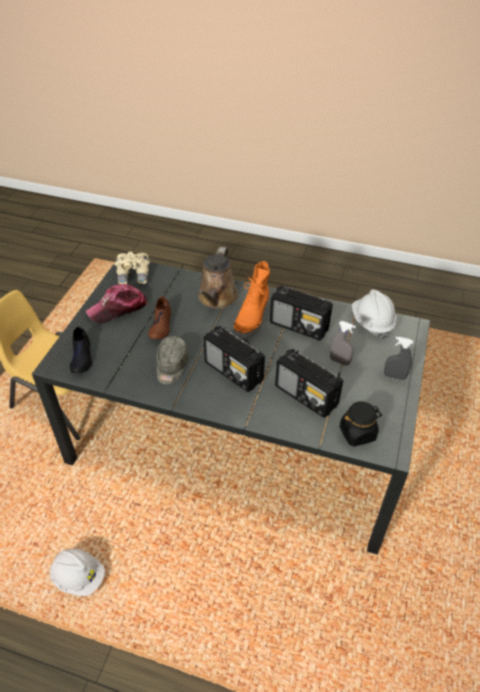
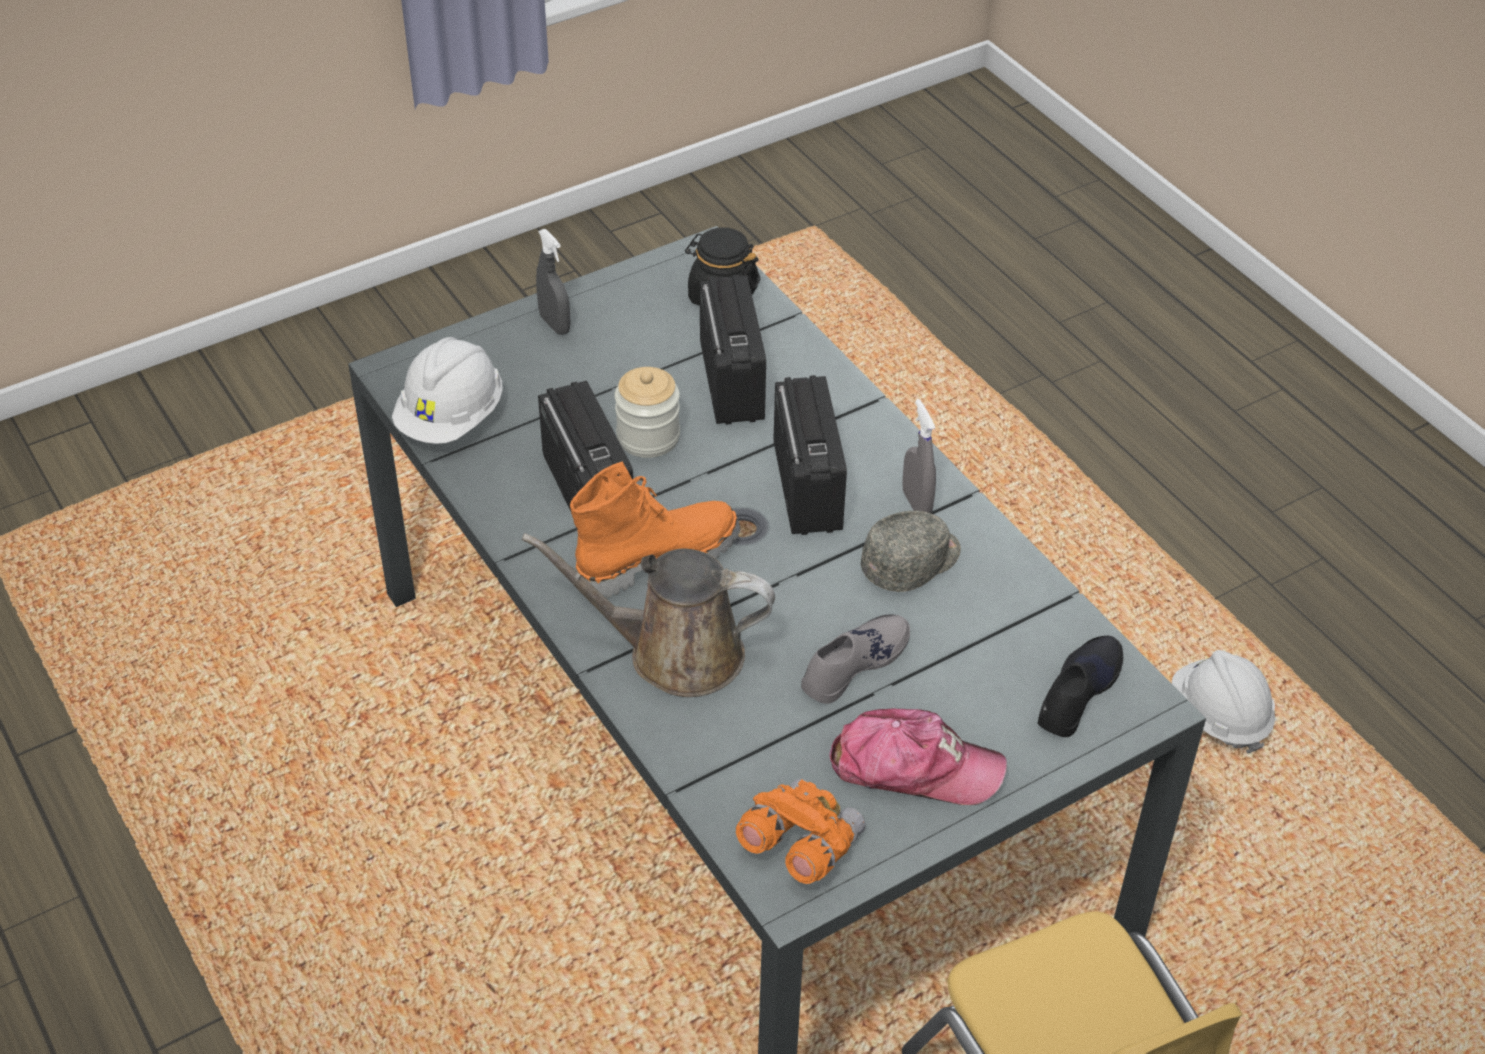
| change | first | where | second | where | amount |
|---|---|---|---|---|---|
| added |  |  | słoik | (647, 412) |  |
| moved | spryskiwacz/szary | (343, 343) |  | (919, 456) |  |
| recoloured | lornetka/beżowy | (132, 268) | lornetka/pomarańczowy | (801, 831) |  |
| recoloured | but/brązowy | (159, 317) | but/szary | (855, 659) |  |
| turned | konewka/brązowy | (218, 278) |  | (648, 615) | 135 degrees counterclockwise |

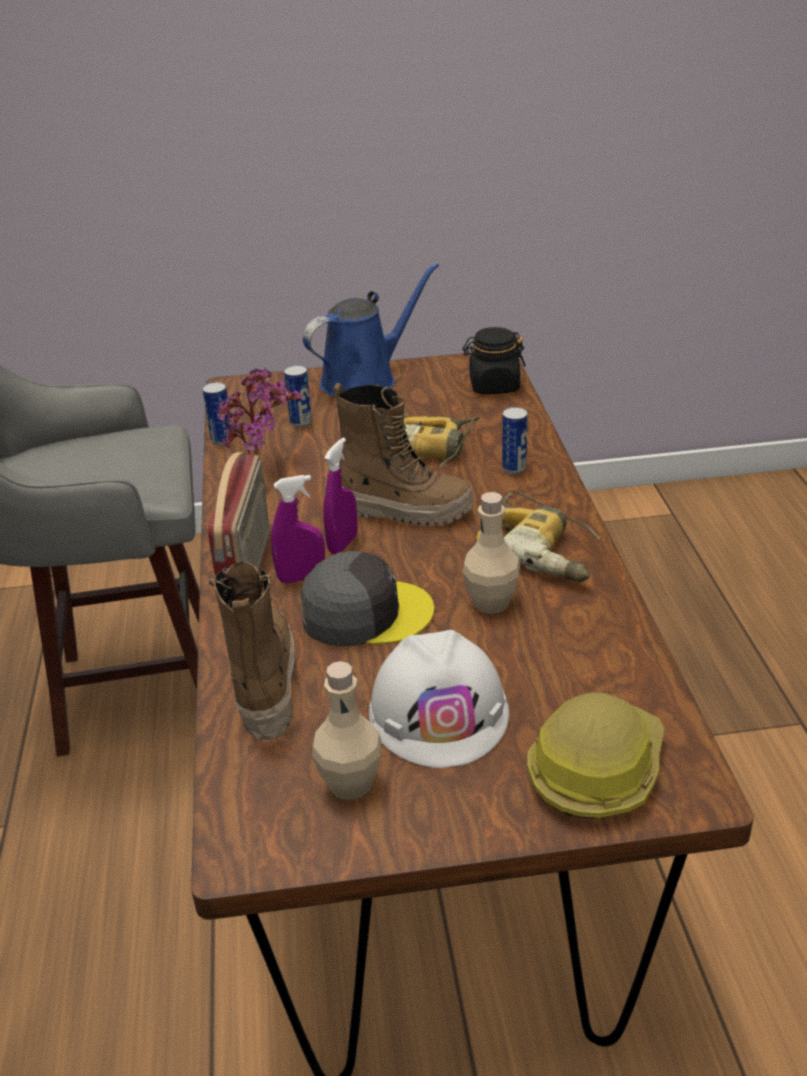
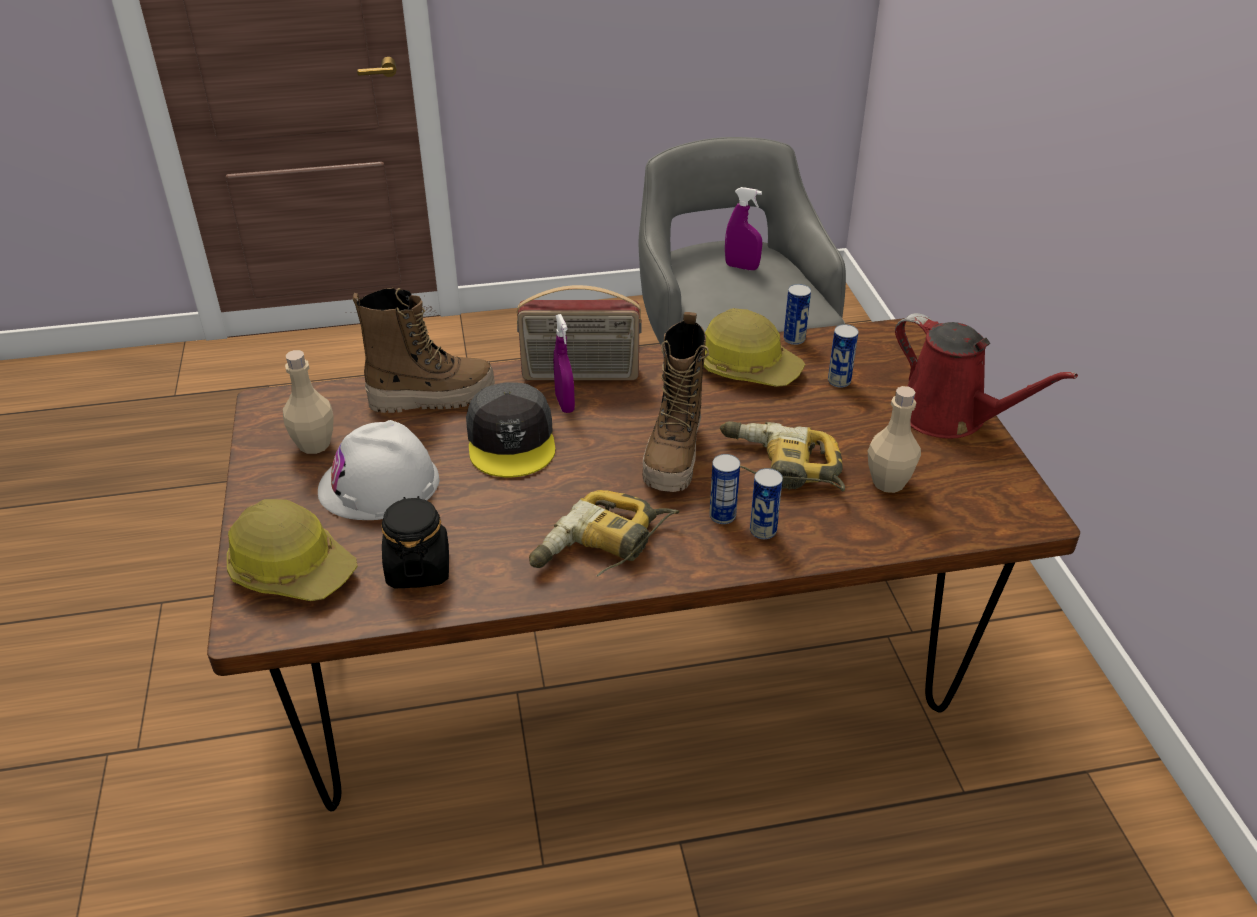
| change | first | where | second | where | amount |
|---|---|---|---|---|---|
| added |  |  | puszka | (724, 489) |  |
| moved | spryskiwacz/fioletowy | (340, 496) |  | (743, 228) |  |
| moved | butelka/beżowy | (491, 553) |  | (894, 439) |  |
| moved | słoik/czarny | (494, 360) |  | (415, 542) |  |
| replaced | roślina doniczkowa | (259, 411) | kask | (754, 347) |  |
| recoloured | konewka/niebieski | (371, 330) | konewka/czerwony | (986, 375) |  |

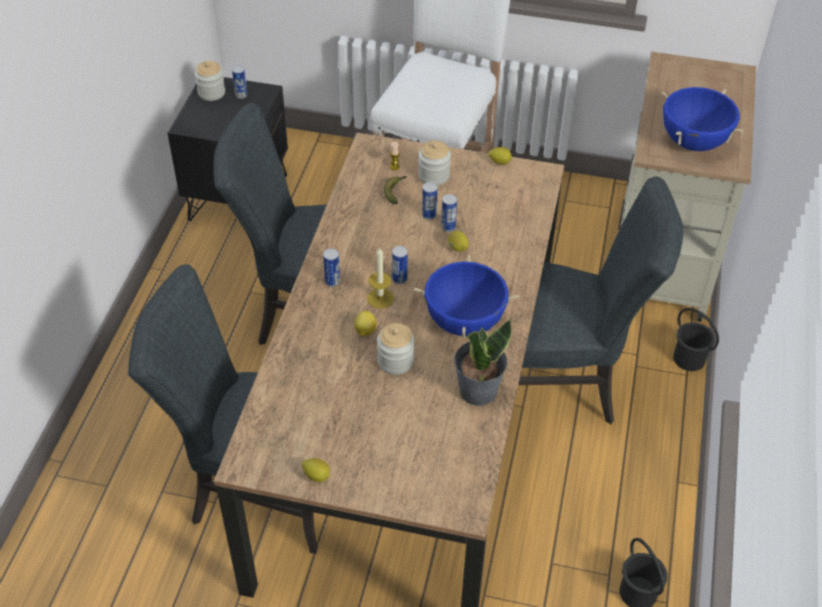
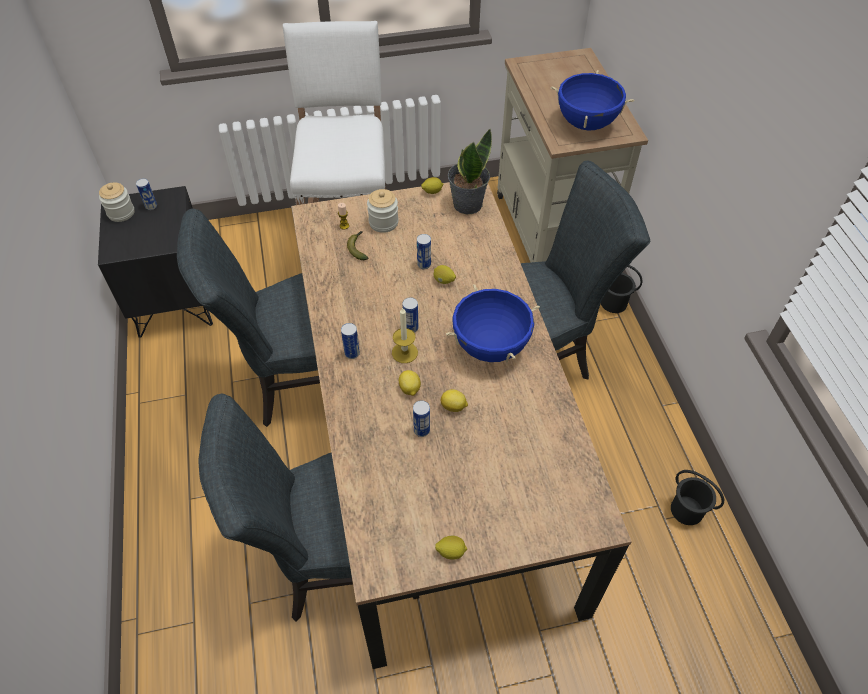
| change | first | where | second | where | amount |
|---|---|---|---|---|---|
| moved | puszka | (429, 201) |  | (421, 418) |  |
| moved | roślina doniczkowa | (483, 362) |  | (470, 171) |  |
| replaced | słoik | (396, 349) | cytryna | (454, 400) |  |

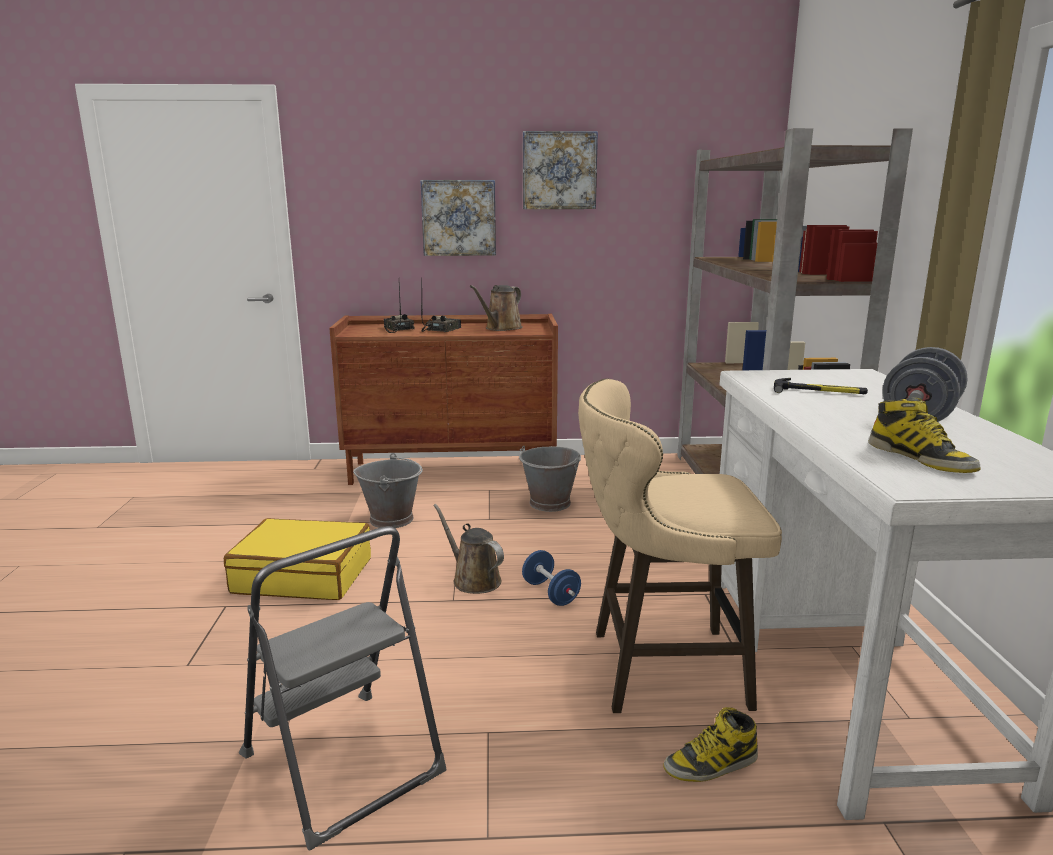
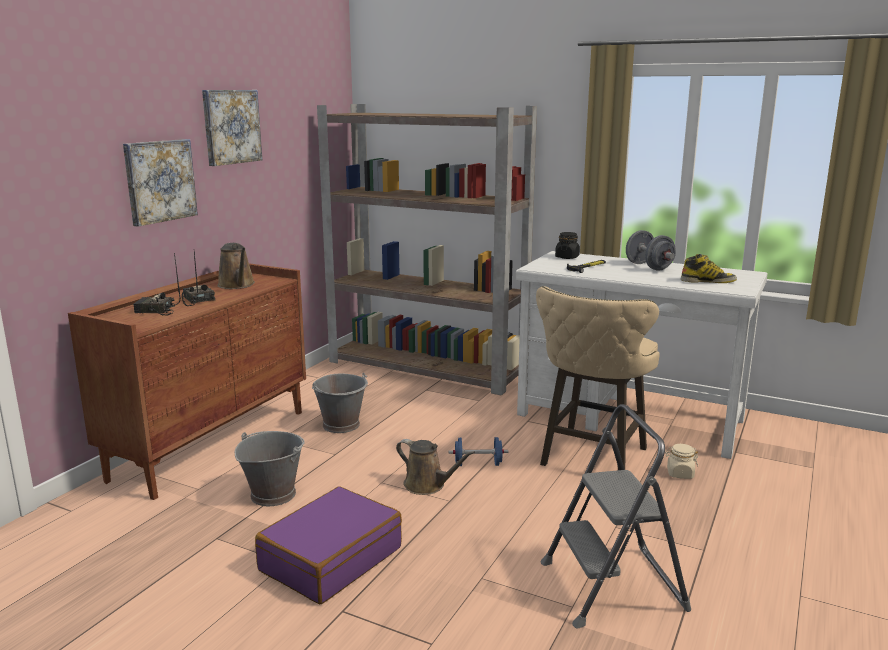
| change | first | where | second | where | amount |
|---|---|---|---|---|---|
| added |  |  | słoik/czarny | (567, 245) |  |
| replaced | but z cholewką | (710, 744) | słoik/beżowy | (681, 461) |  |
| recoloured | walizka/żółty | (297, 559) | walizka/fioletowy | (328, 545) |  |
| turned | konewka/brązowy | (468, 549) |  | (435, 467) | 135 degrees counterclockwise |

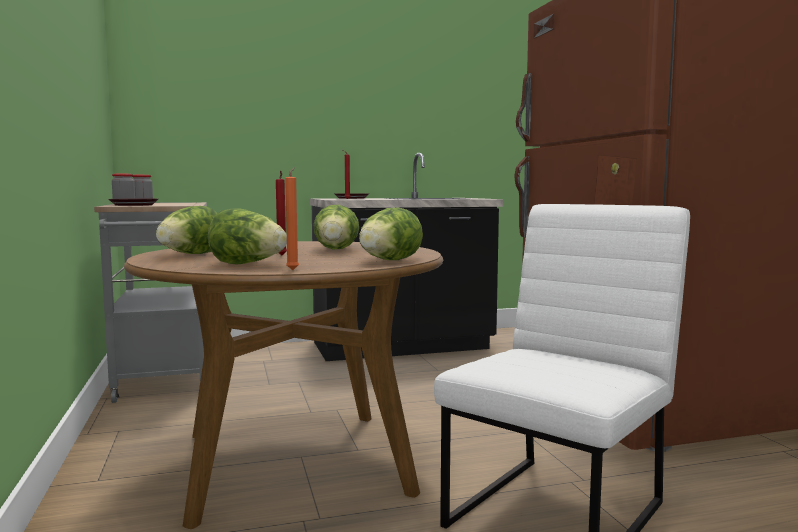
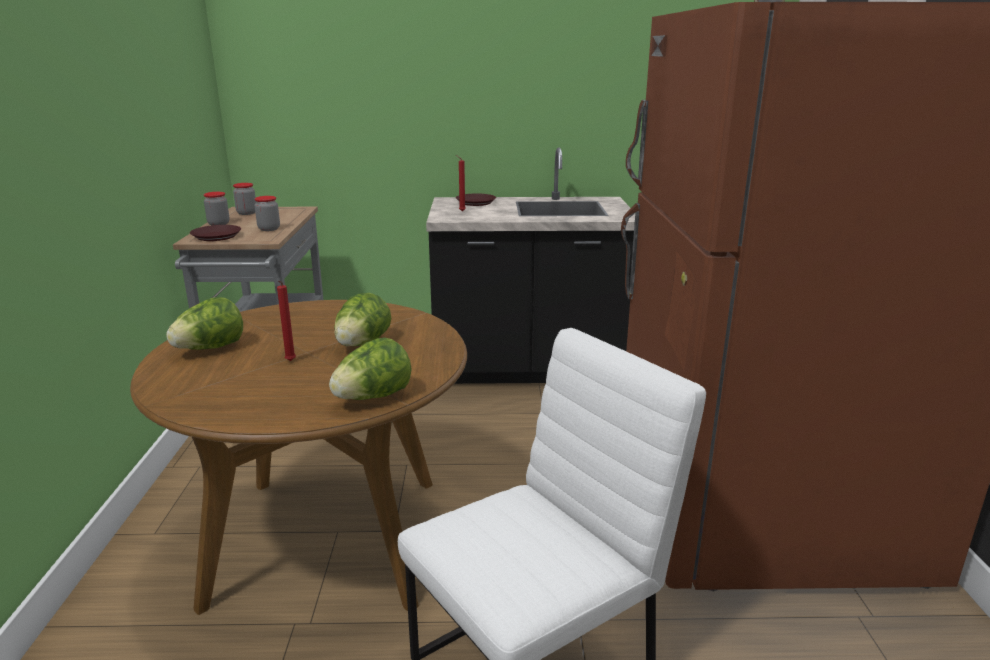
| change | first | where | second | where | amount |
|---|---|---|---|---|---|
| removed | sałata | (247, 236) |  |  |  |
| removed | świeca/pomarańczowy | (292, 218) |  |  |  |
| added |  |  | słoik | (267, 213) |  |

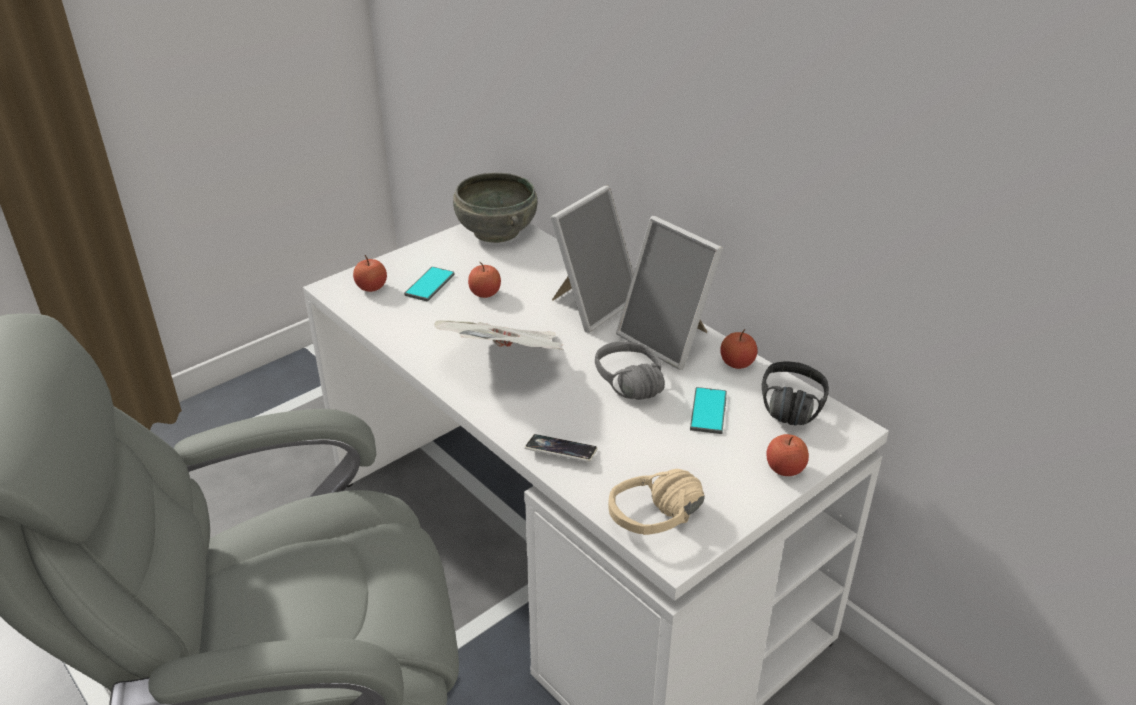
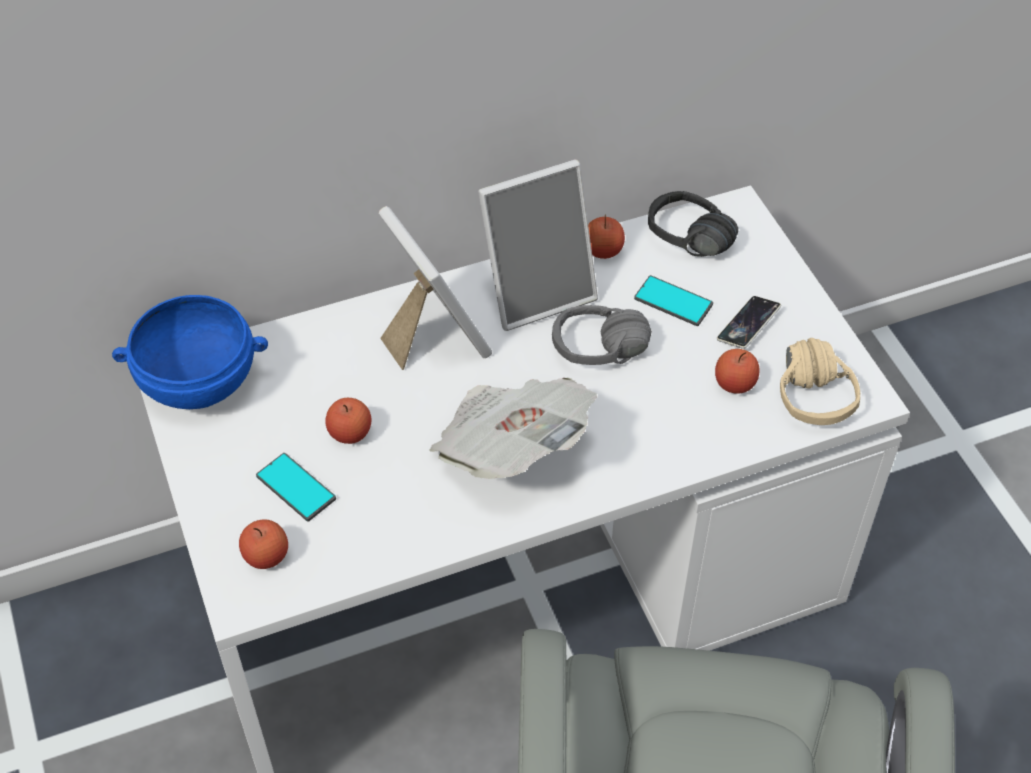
| change | first | where | second | where | amount |
|---|---|---|---|---|---|
| moved | telefon | (561, 448) |  | (749, 322) |  |
| moved | jabłko | (787, 455) |  | (737, 371) |  |
| recoloured | miska/szary | (495, 208) | miska/niebieski | (190, 352) |  |

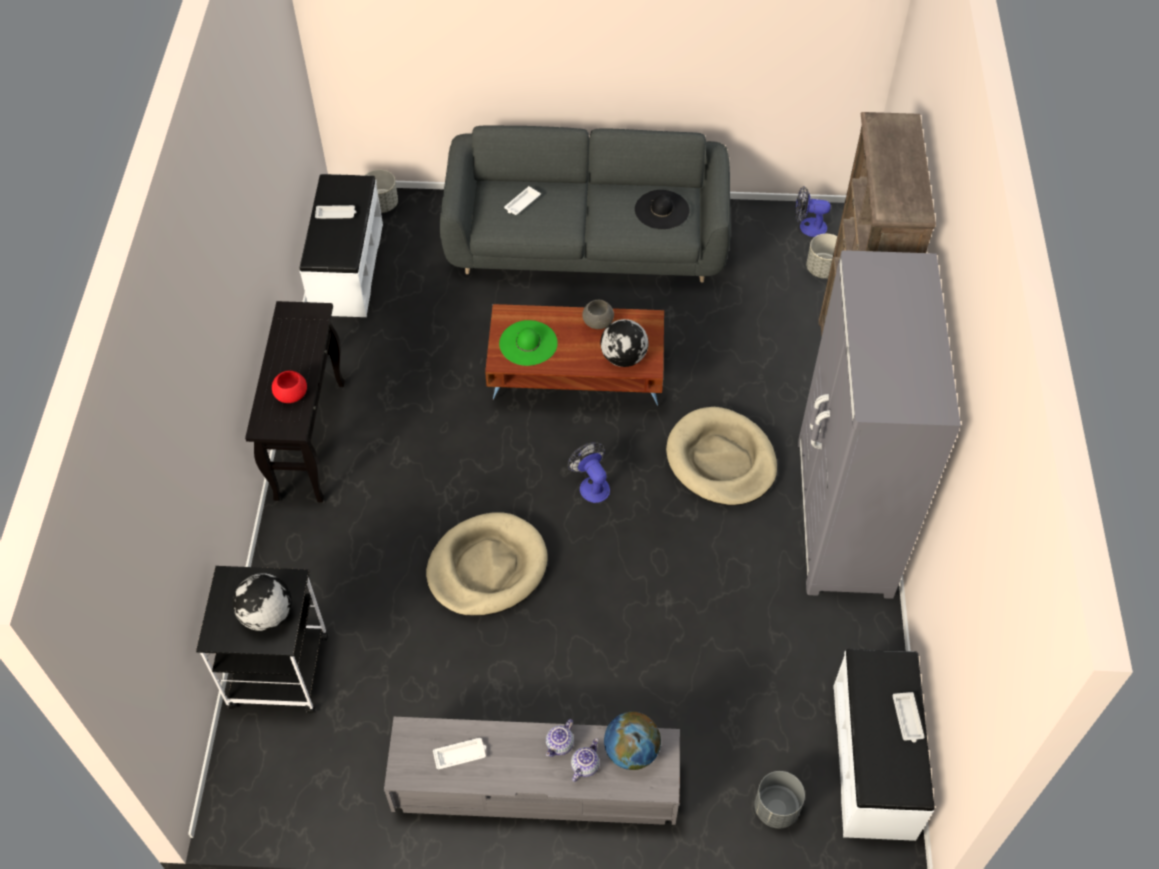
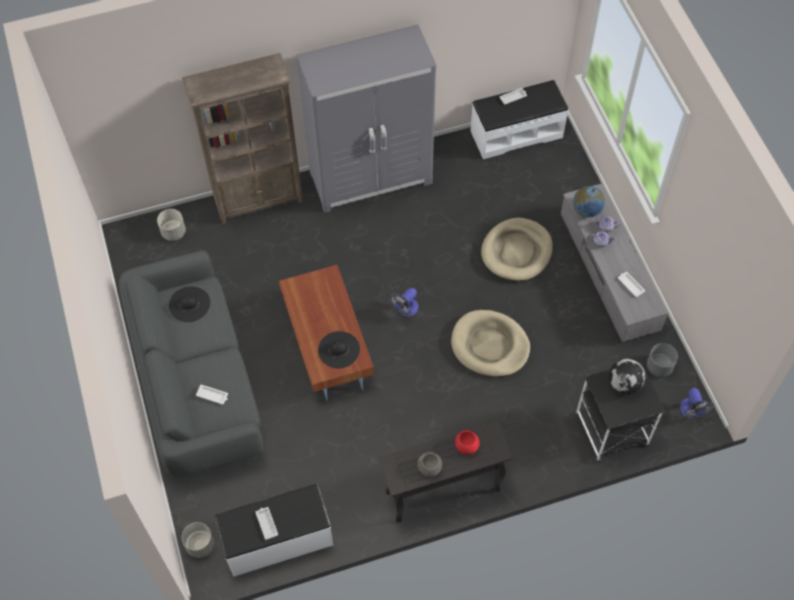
| change | first | where | second | where | amount |
|---|---|---|---|---|---|
| removed | globus | (624, 343) |  |  |  |
| moved | miska/szary | (598, 314) |  | (430, 464) |  |
| moved | legowisko/beżowy | (721, 456) |  | (517, 249) |  |
| moved | donica/szary | (780, 800) |  | (662, 360) |  |
| moved | wentylator | (813, 211) |  | (697, 403) |  |
| recoloured | kapelusz/zielony | (528, 343) | kapelusz/czarny | (339, 349) |  |

